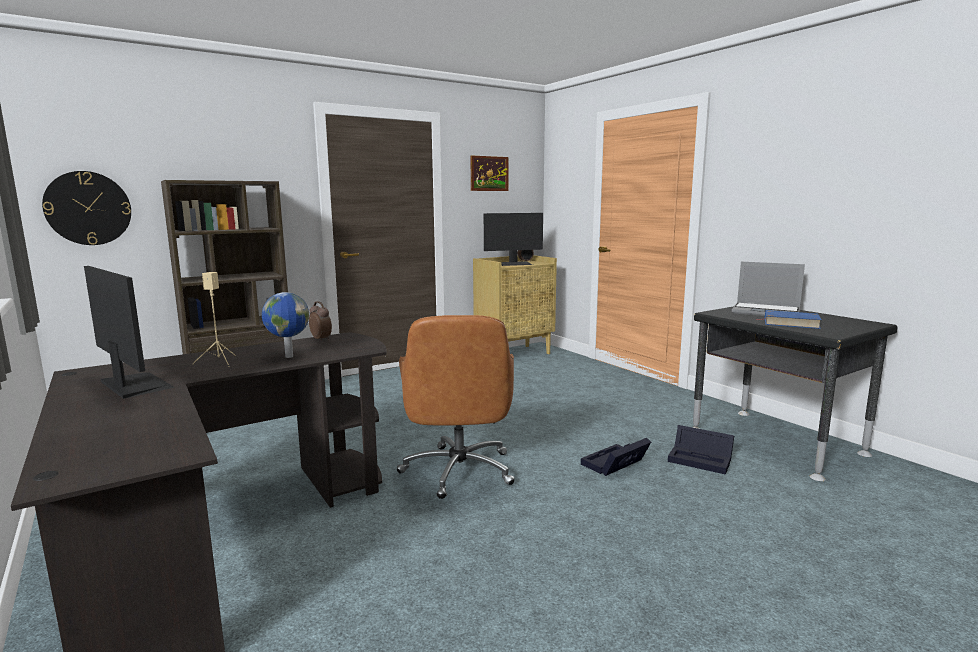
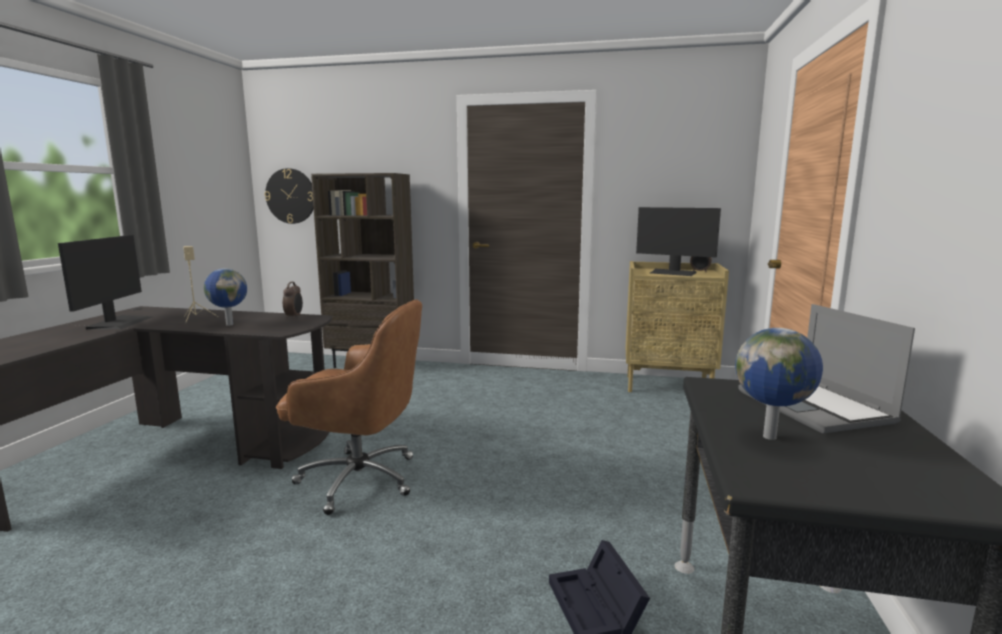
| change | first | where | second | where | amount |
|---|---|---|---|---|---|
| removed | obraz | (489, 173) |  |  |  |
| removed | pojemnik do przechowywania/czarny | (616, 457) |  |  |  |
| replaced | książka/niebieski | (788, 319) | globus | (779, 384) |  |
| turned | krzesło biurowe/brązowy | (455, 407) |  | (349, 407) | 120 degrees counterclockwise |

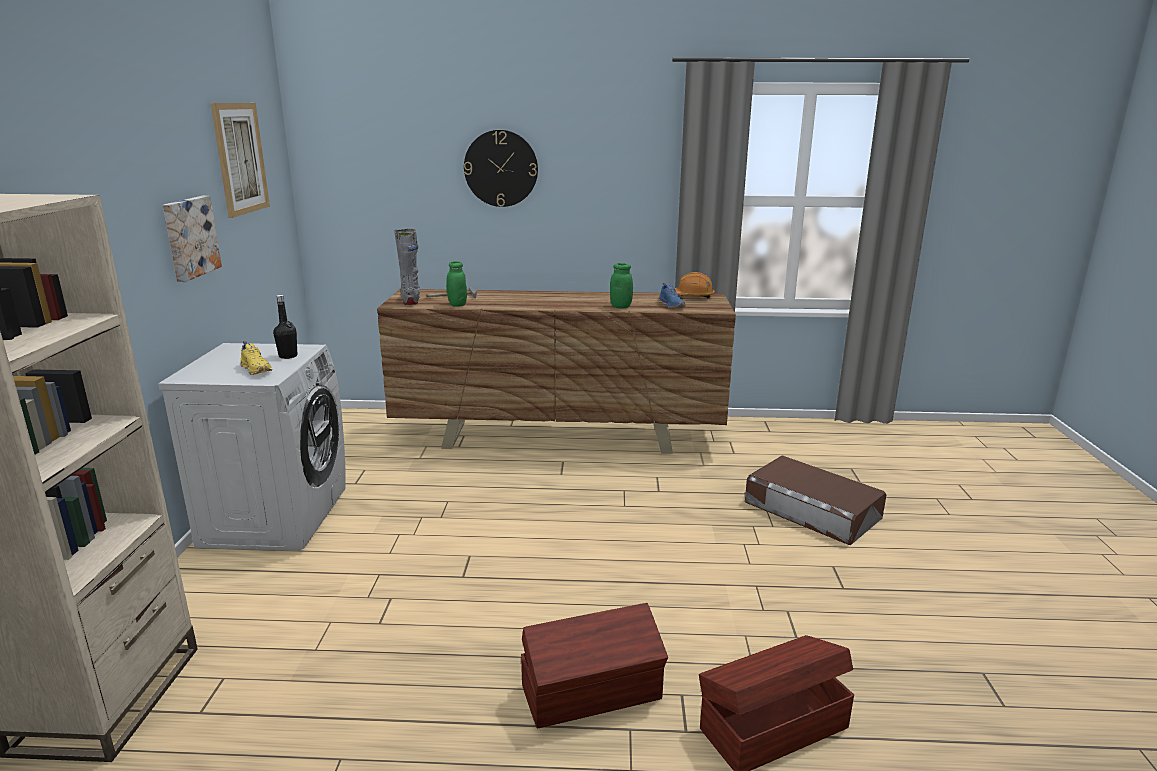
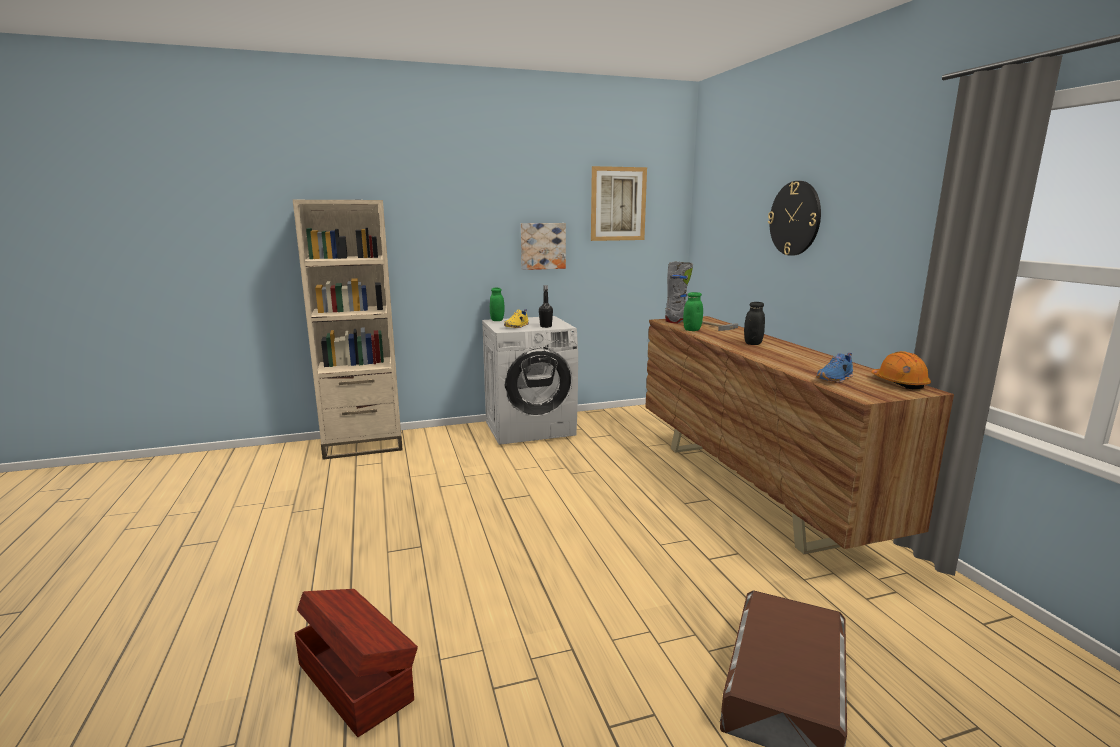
| change | first | where | second | where | amount |
|---|---|---|---|---|---|
| removed | pojemnik do przechowywania/brązowy | (594, 666) |  |  |  |
| added |  |  | słoik/czarny | (754, 323) |  |
| moved | słoik/zielony | (621, 285) |  | (497, 304) |  |

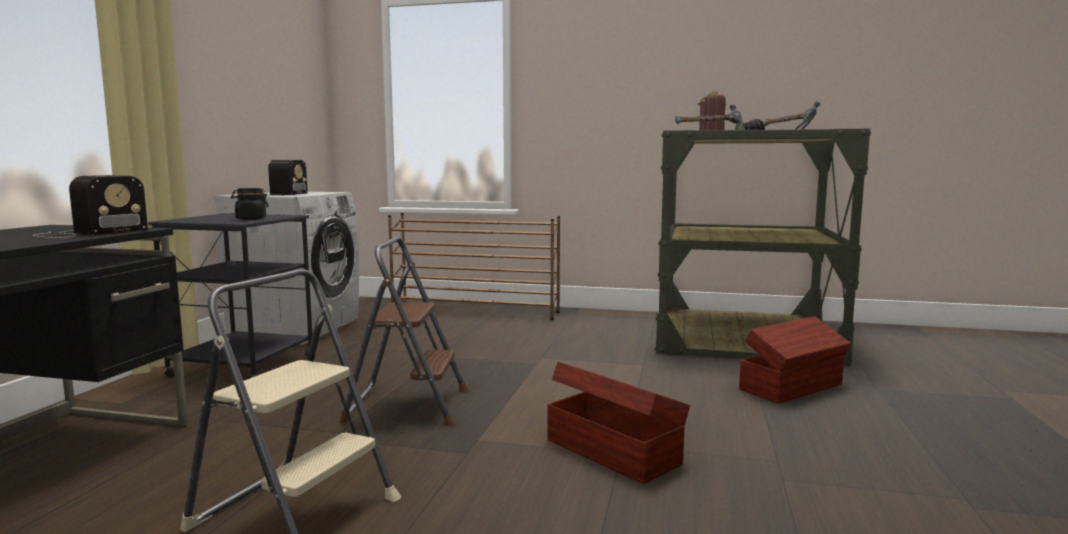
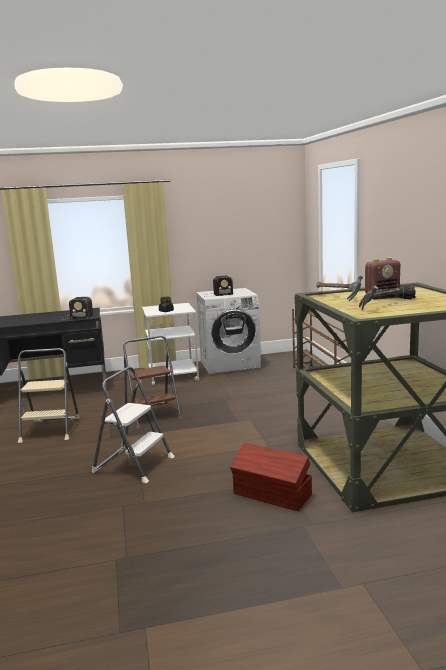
| change | first | where | second | where | amount |
|---|---|---|---|---|---|
| replaced | pojemnik do przechowywania/brązowy | (619, 423) | drabinka/biały | (133, 425) |  |
| recoloured | wózek/czarny | (230, 296) | wózek/biały | (170, 344) |  |

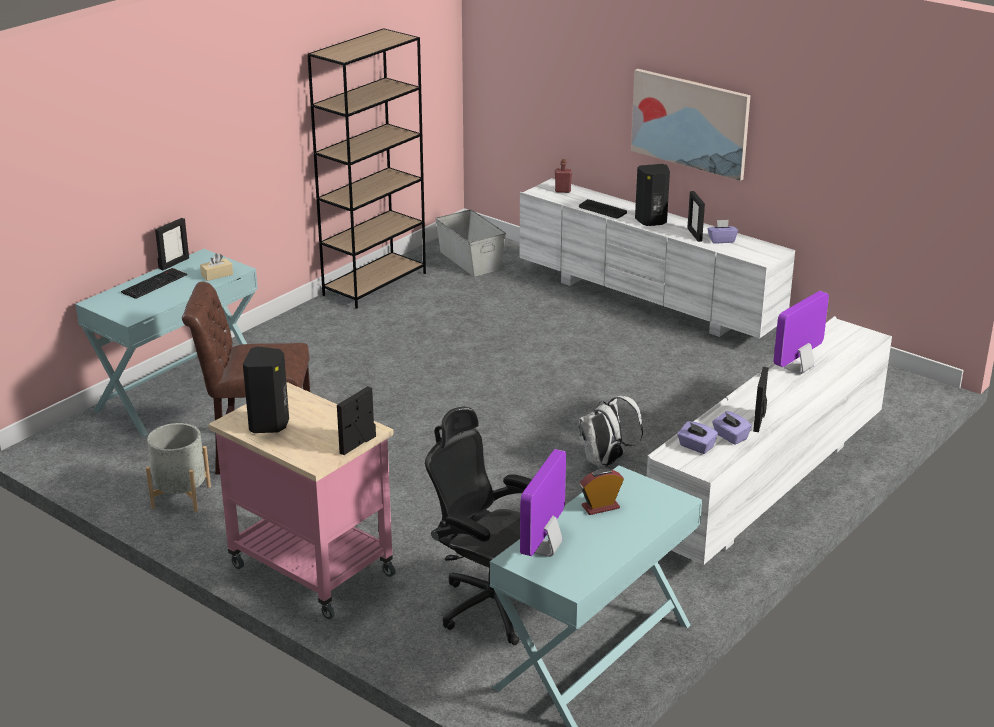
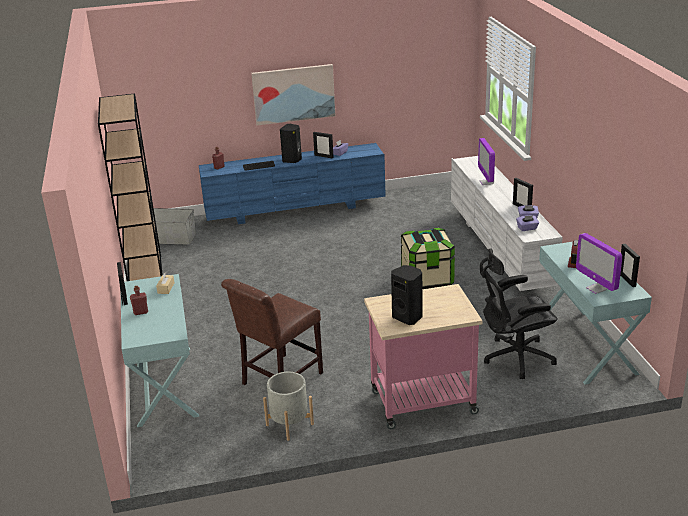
| change | first | where | second | where | amount |
|---|---|---|---|---|---|
| moved | ramka na zdjęcie | (356, 420) |  | (630, 265) |  |
| replaced | klawiatura | (154, 283) | butelka/czerwony | (139, 300) |  |
| replaced | plecak/biały | (610, 432) | pojemnik do przechowywania | (428, 258) |  |
| recoloured | szafka/biały | (657, 258) | szafka/niebieski | (292, 183) |  |

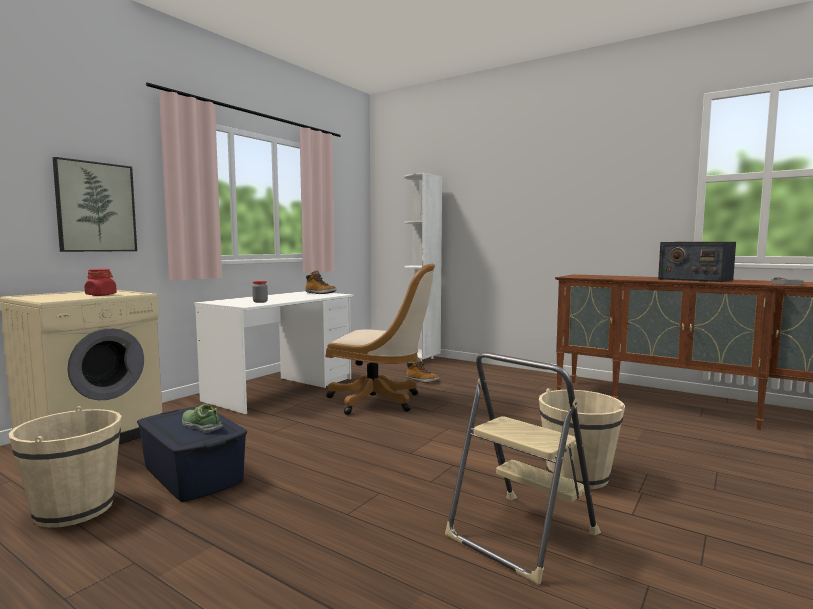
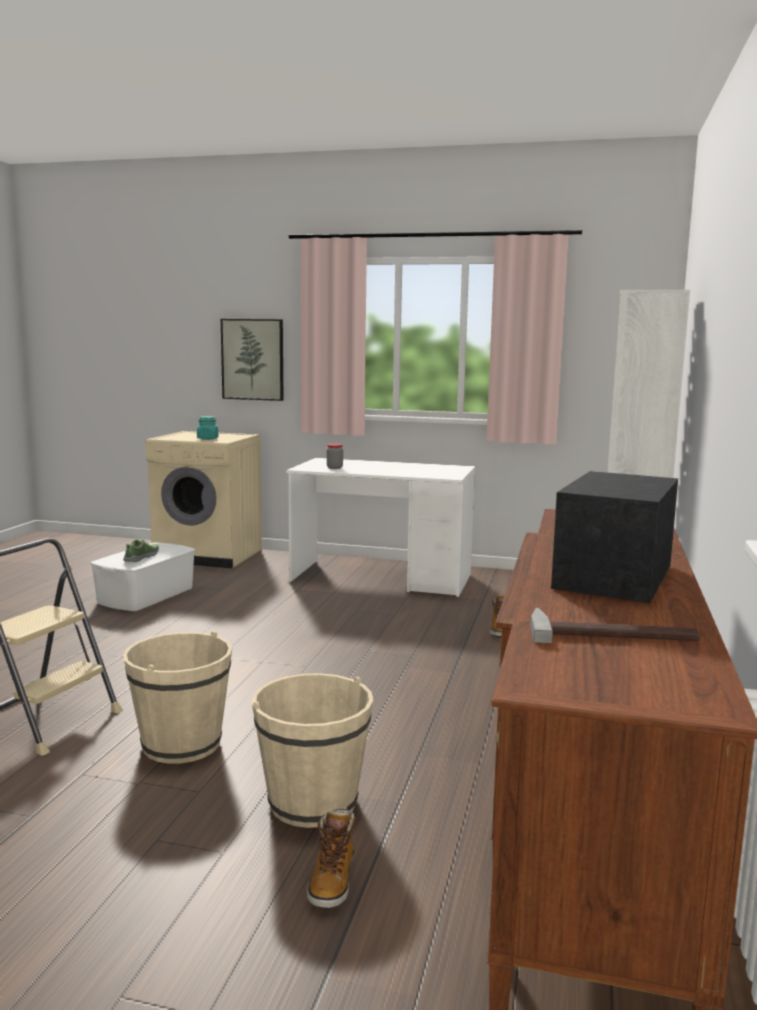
| change | first | where | second | where | amount |
|---|---|---|---|---|---|
| removed | krzesło biurowe | (380, 339) |  |  |  |
| moved | wiadro/beżowy | (65, 467) |  | (312, 750) |  |
| moved | but z cholewką | (320, 282) |  | (331, 859) |  |
| recoloured | słoik/czerwony | (101, 282) | słoik/turkusowy | (207, 428) |  |
| recoloured | pojemnik do przechowywania/niebieski | (192, 454) | pojemnik do przechowywania/biały | (142, 576) |  |

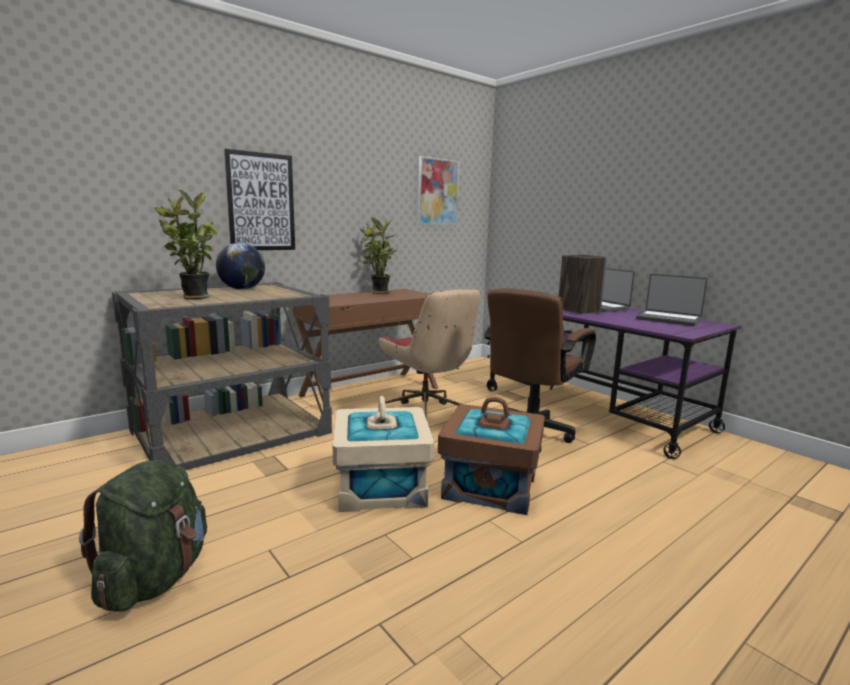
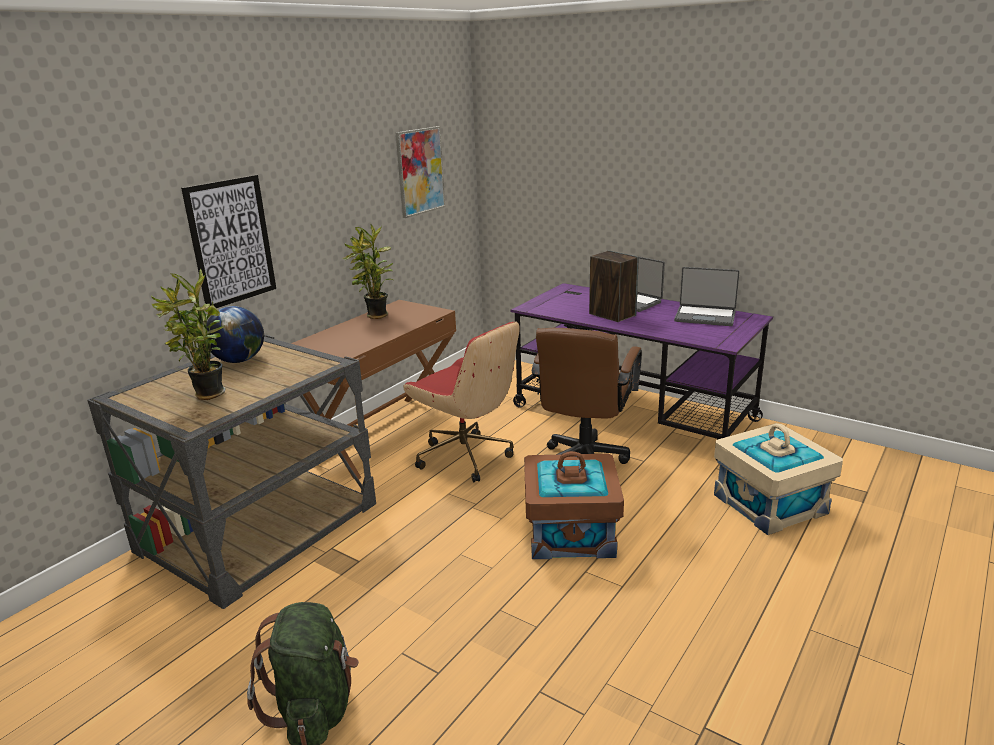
| change | first | where | second | where | amount |
|---|---|---|---|---|---|
| moved | pojemnik do przechowywania/beżowy | (383, 454) |  | (778, 479) |  |

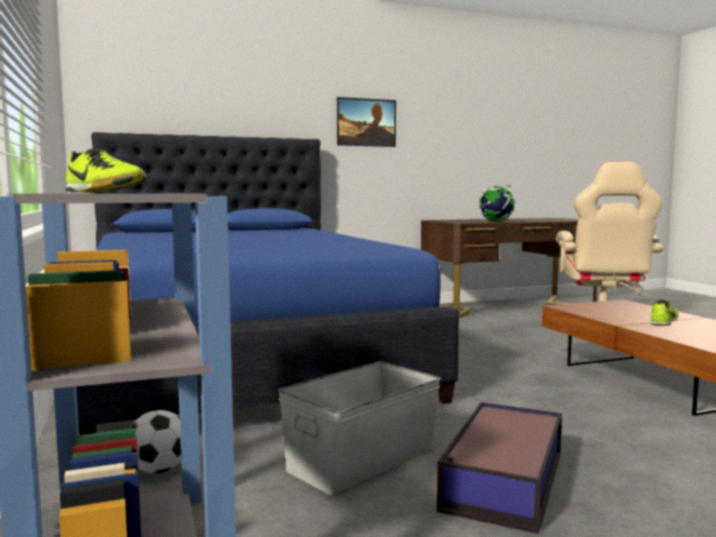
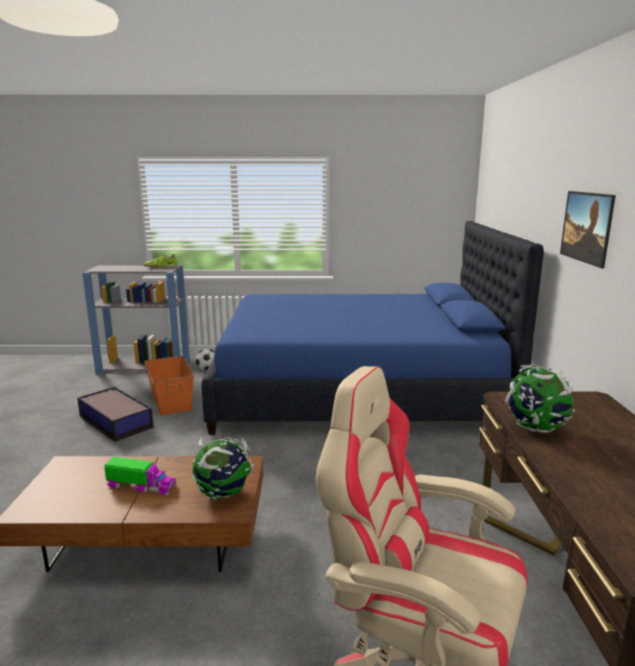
| change | first | where | second | where | amount |
|---|---|---|---|---|---|
| added |  |  | globus | (222, 468) |  |
| replaced | but | (664, 312) | ciężarówka zabawkowa | (140, 476) |  |
| recoloured | pojemnik do przechowywania/szary | (359, 428) | pojemnik do przechowywania/pomarańczowy | (169, 385) |  |

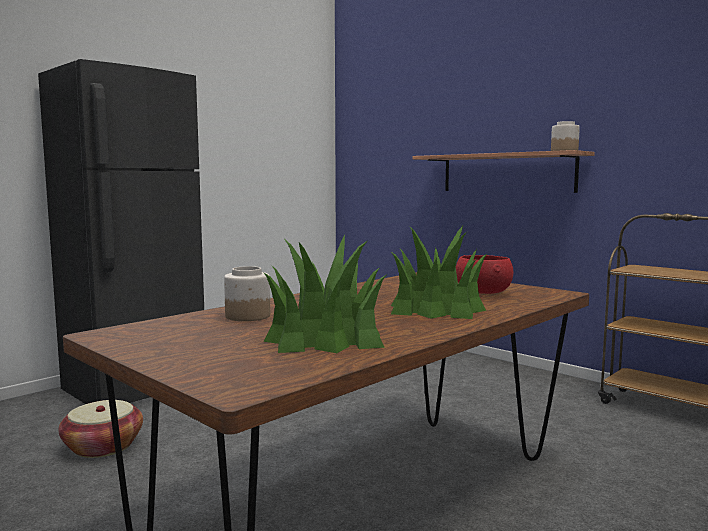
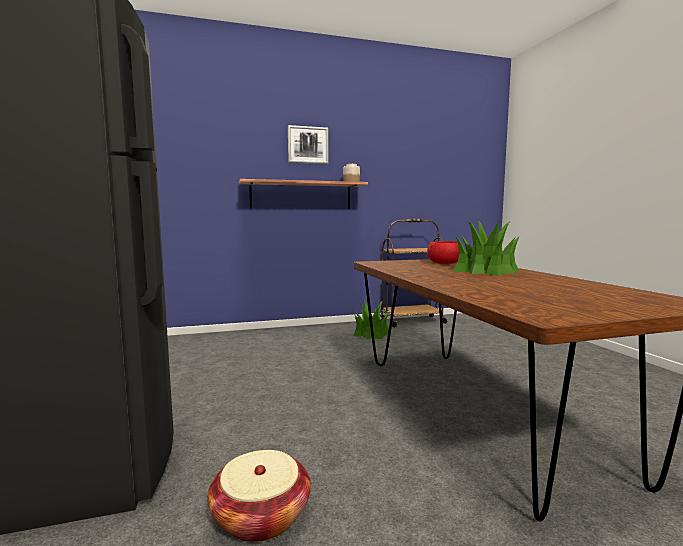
| change | first | where | second | where | amount |
|---|---|---|---|---|---|
| removed | słoik | (247, 293) |  |  |  |
| added |  |  | obraz | (308, 144) |  |
| moved | roślina doniczkowa | (324, 294) |  | (371, 319) |  |

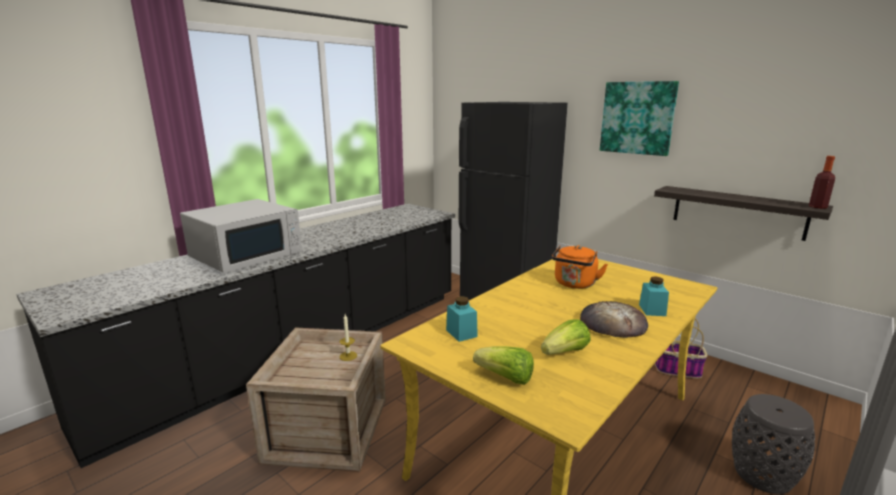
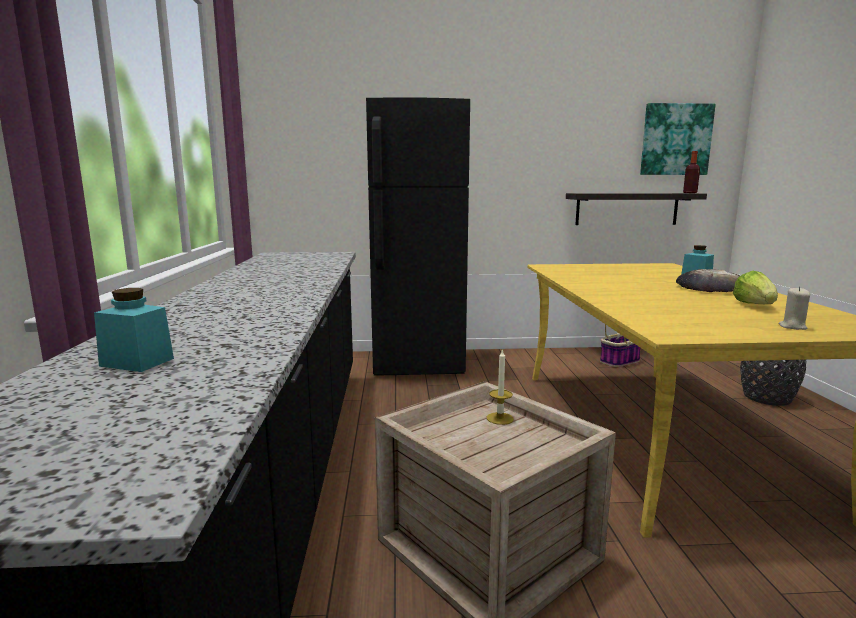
| change | first | where | second | where | amount |
|---|---|---|---|---|---|
| removed | mikrofalówka/biały | (241, 236) |  |  |  |
| removed | czajnik/pomarańczowy | (580, 267) |  |  |  |
| moved | słoik/turkusowy | (462, 319) |  | (134, 330) |  |
| moved | obraz | (639, 118) |  | (678, 139) |  |
| replaced | sałata | (503, 365) | świeca/beżowy | (794, 308) |  |

